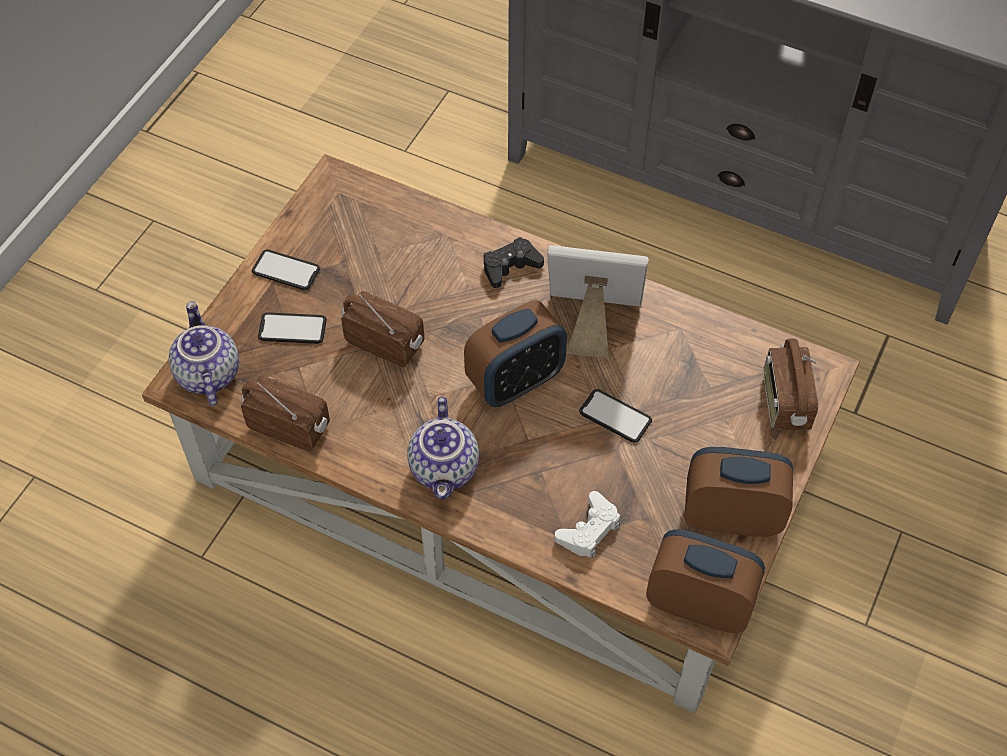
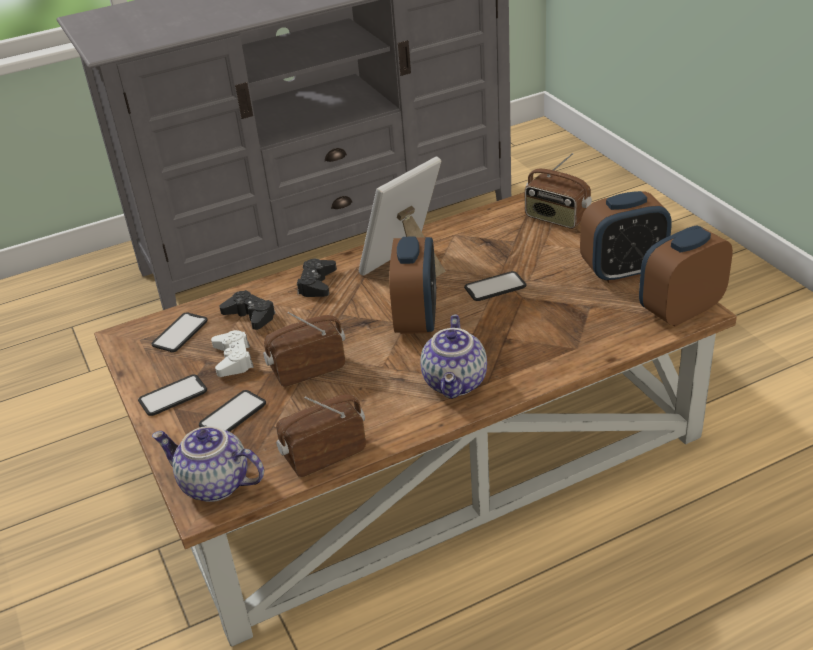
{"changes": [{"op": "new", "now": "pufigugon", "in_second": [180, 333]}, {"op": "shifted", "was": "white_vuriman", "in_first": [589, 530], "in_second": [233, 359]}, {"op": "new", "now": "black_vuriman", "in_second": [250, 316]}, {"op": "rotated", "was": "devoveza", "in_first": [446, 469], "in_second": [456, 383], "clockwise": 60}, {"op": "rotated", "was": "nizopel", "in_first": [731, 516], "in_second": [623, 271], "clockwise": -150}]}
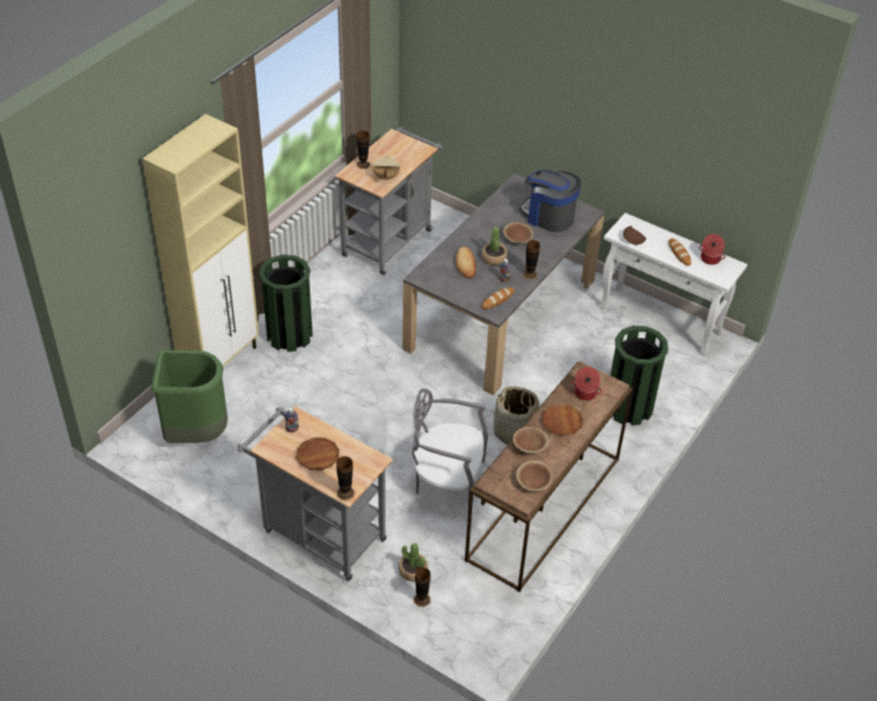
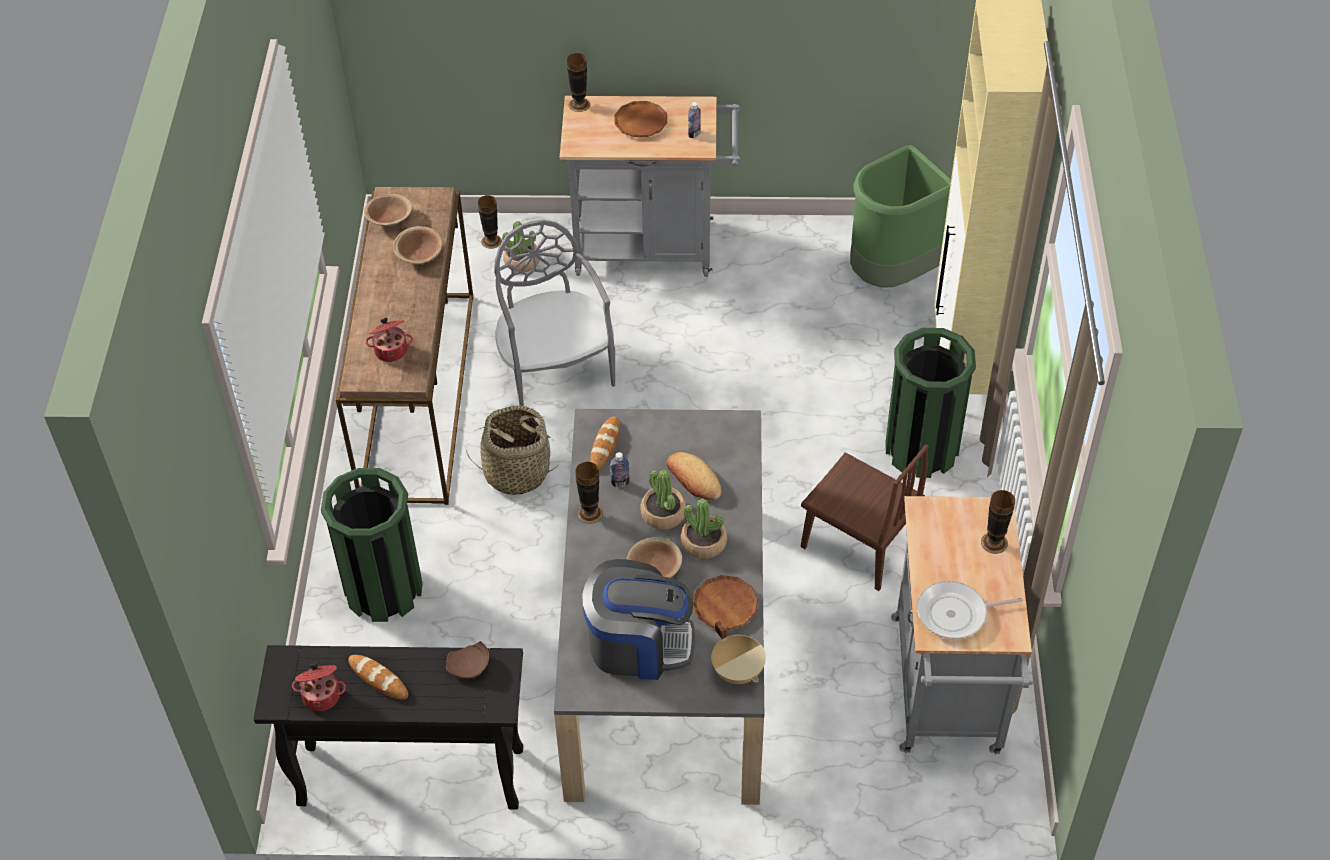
{"changes": [{"op": "repainted", "was": "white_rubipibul", "now": "black_rubipibul", "in_first": [661, 321], "in_second": [409, 777]}, {"op": "rotated", "was": "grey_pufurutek", "in_first": [448, 481], "in_second": [555, 369], "clockwise": -90}, {"op": "new", "now": "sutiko", "in_second": [704, 542]}, {"op": "shifted", "was": "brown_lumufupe", "in_first": [562, 422], "in_second": [725, 605]}, {"op": "shifted", "was": "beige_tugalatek", "in_first": [385, 177], "in_second": [738, 671]}, {"op": "new", "now": "brown_pufurutek", "in_second": [859, 544]}, {"op": "new", "now": "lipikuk", "in_second": [956, 614]}]}
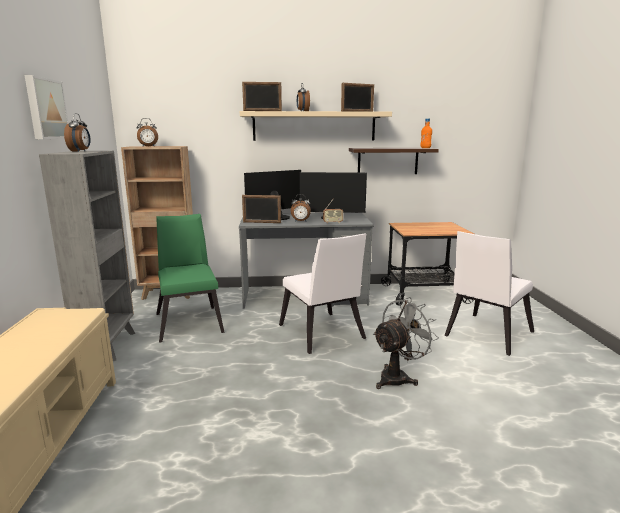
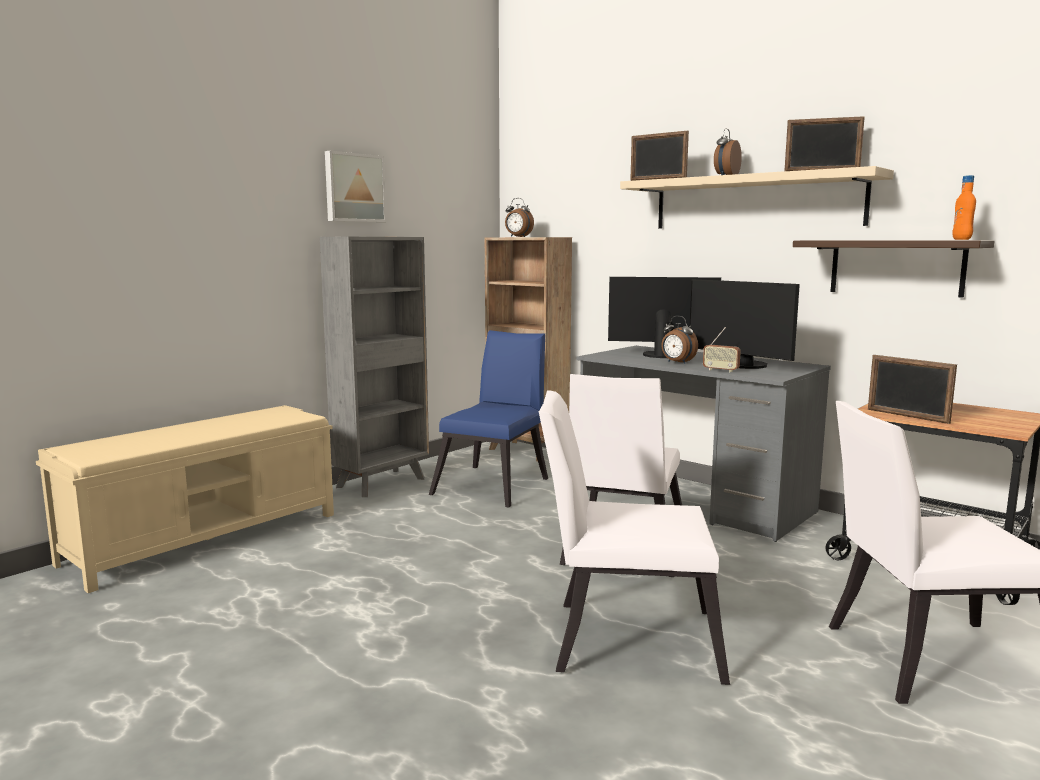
{"changes": [{"op": "repainted", "was": "green_pufurutek", "now": "blue_pufurutek", "in_first": [189, 321], "in_second": [496, 484]}, {"op": "swapped", "was": "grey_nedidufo", "now": "white_pufurutek", "in_first": [398, 377], "in_second": [624, 638]}, {"op": "shifted", "was": "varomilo", "in_first": [262, 222], "in_second": [907, 416]}, {"op": "gone", "was": "nizopel", "in_first": [80, 151]}]}
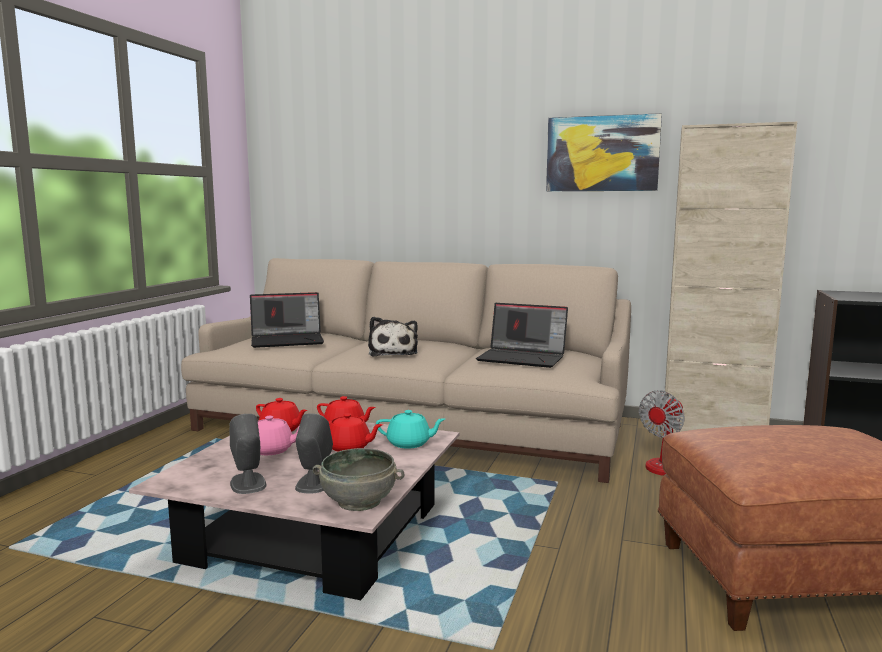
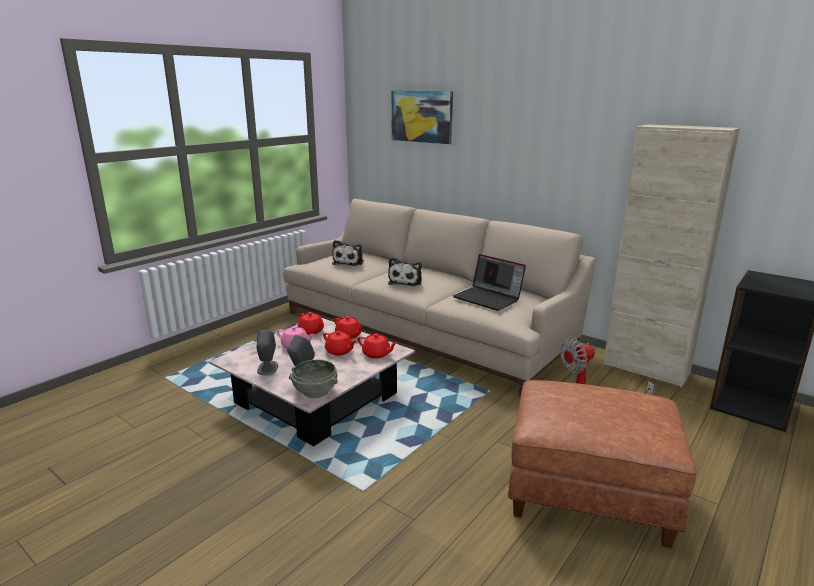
{"changes": [{"op": "swapped", "was": "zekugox", "now": "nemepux", "in_first": [288, 340], "in_second": [349, 262]}, {"op": "repainted", "was": "turquoise_devoveza", "now": "red_devoveza", "in_first": [409, 443], "in_second": [377, 354]}, {"op": "shifted", "was": "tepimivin", "in_first": [602, 154], "in_second": [422, 116]}]}
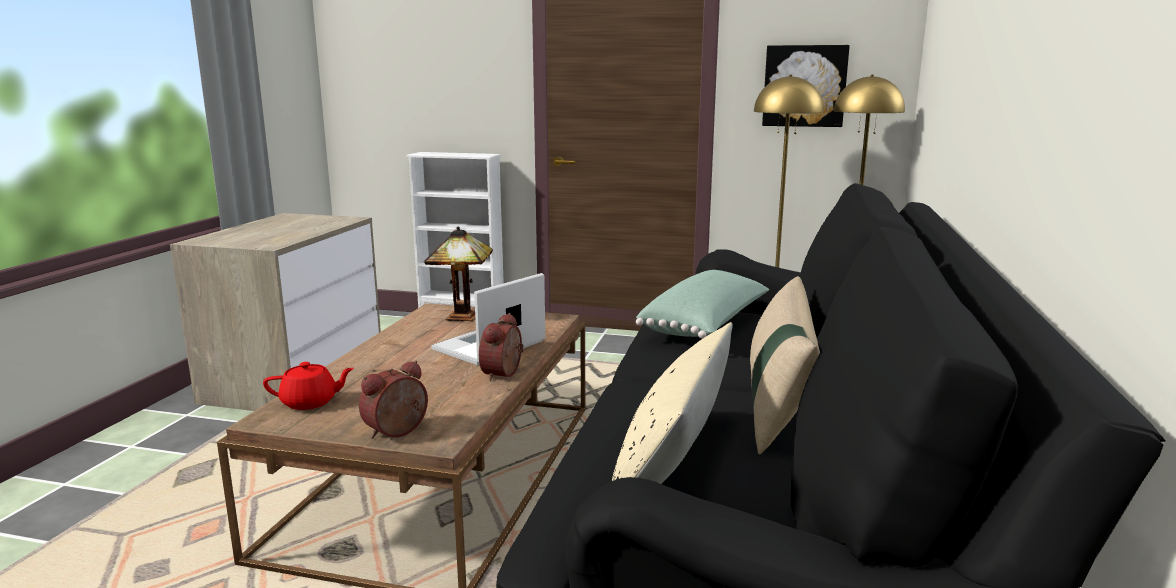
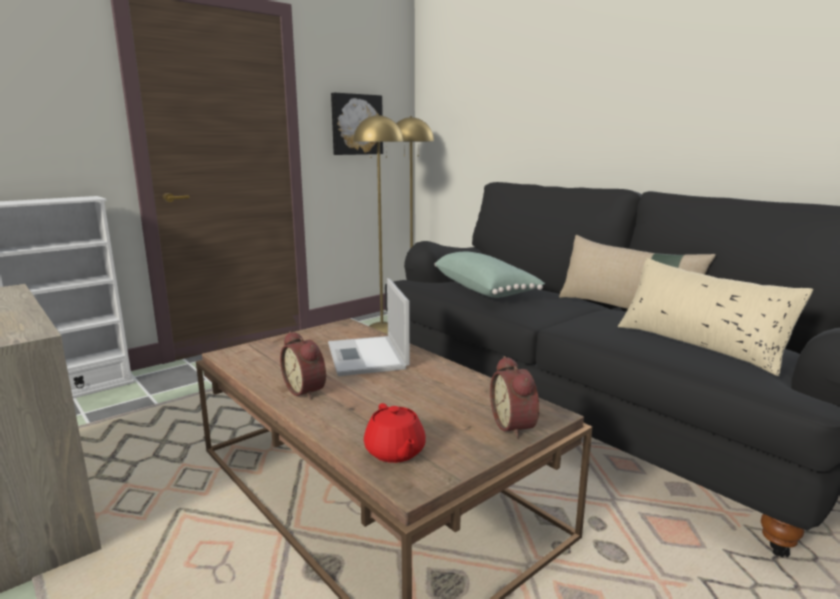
{"changes": [{"op": "shifted", "was": "nizopel", "in_first": [504, 374], "in_second": [307, 390]}, {"op": "rotated", "was": "red_devoveza", "in_first": [310, 402], "in_second": [395, 452], "clockwise": 135}, {"op": "gone", "was": "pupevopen", "in_first": [463, 317]}]}
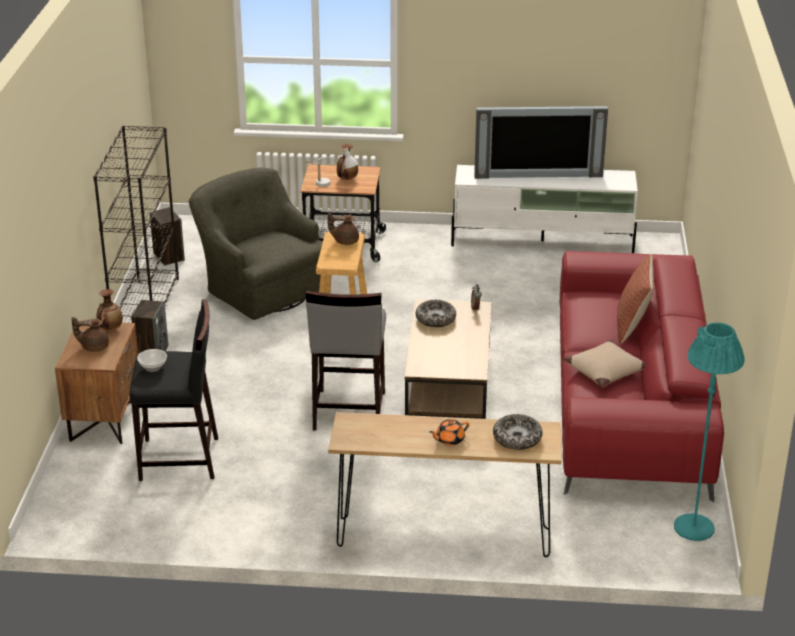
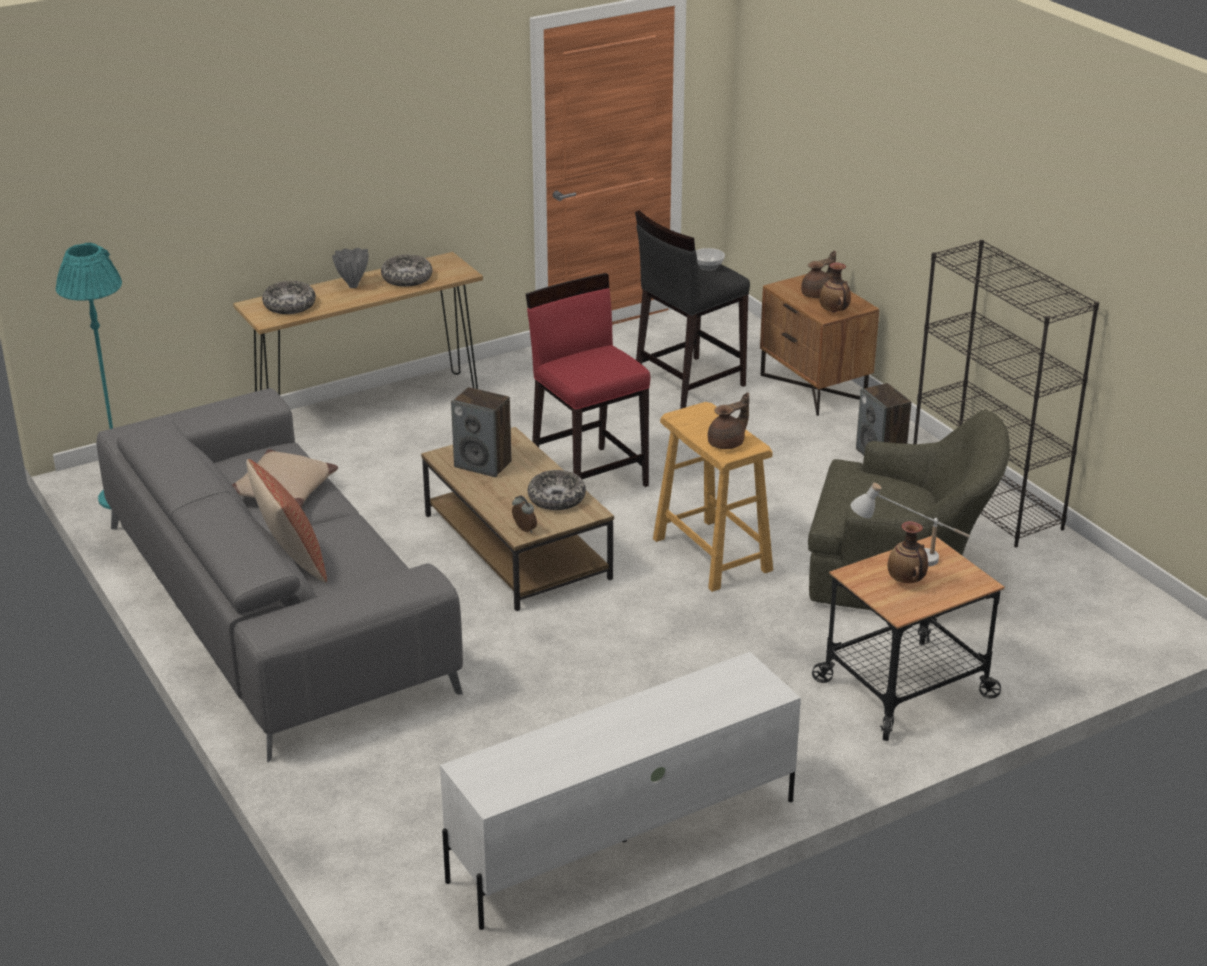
{"changes": [{"op": "repainted", "was": "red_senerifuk", "now": "grey_senerifuk", "in_first": [630, 401], "in_second": [275, 606]}, {"op": "swapped", "was": "orange_devoveza", "now": "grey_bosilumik", "in_first": [449, 440], "in_second": [352, 286]}, {"op": "new", "now": "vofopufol", "in_second": [407, 278]}, {"op": "shifted", "was": "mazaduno", "in_first": [168, 257], "in_second": [483, 464]}, {"op": "repainted", "was": "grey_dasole", "now": "red_dasole", "in_first": [348, 411], "in_second": [589, 476]}, {"op": "gone", "was": "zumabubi", "in_first": [538, 174]}]}
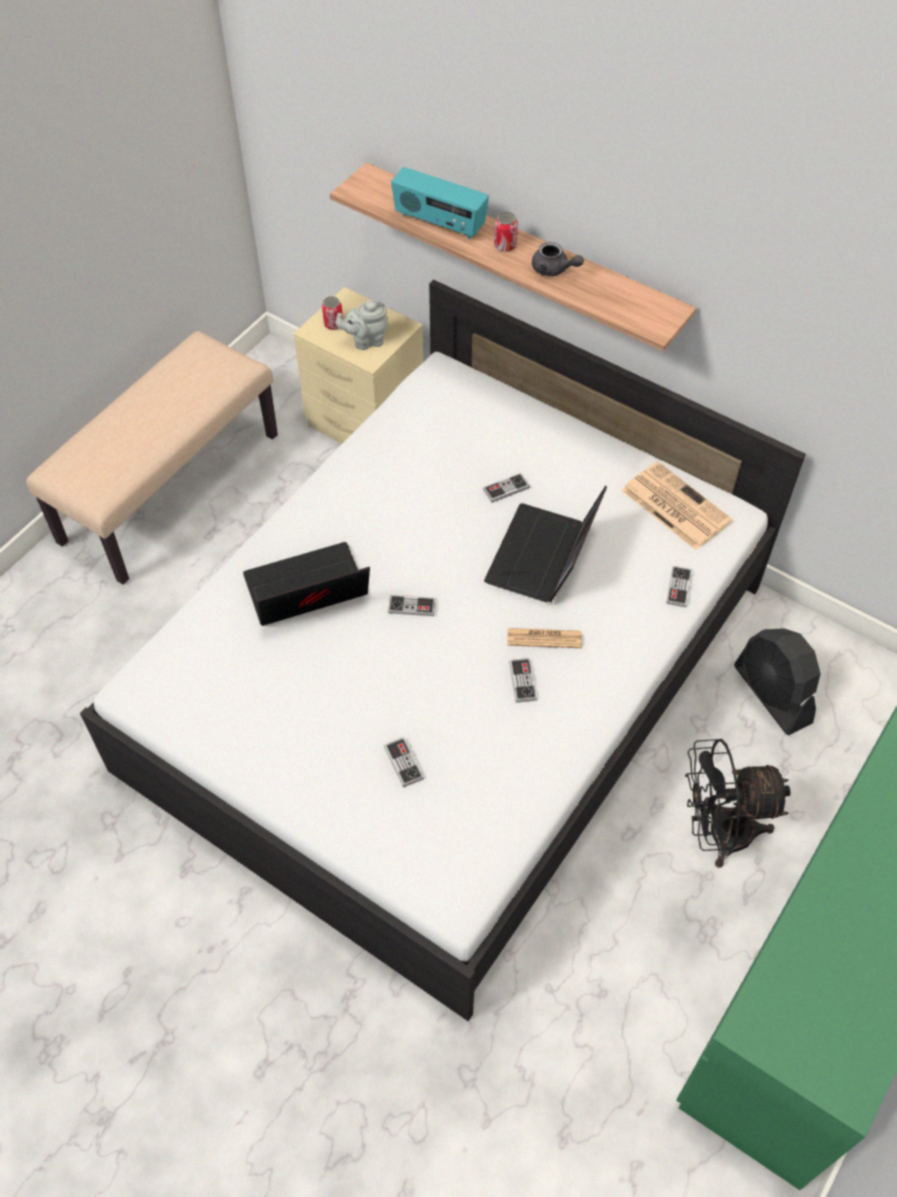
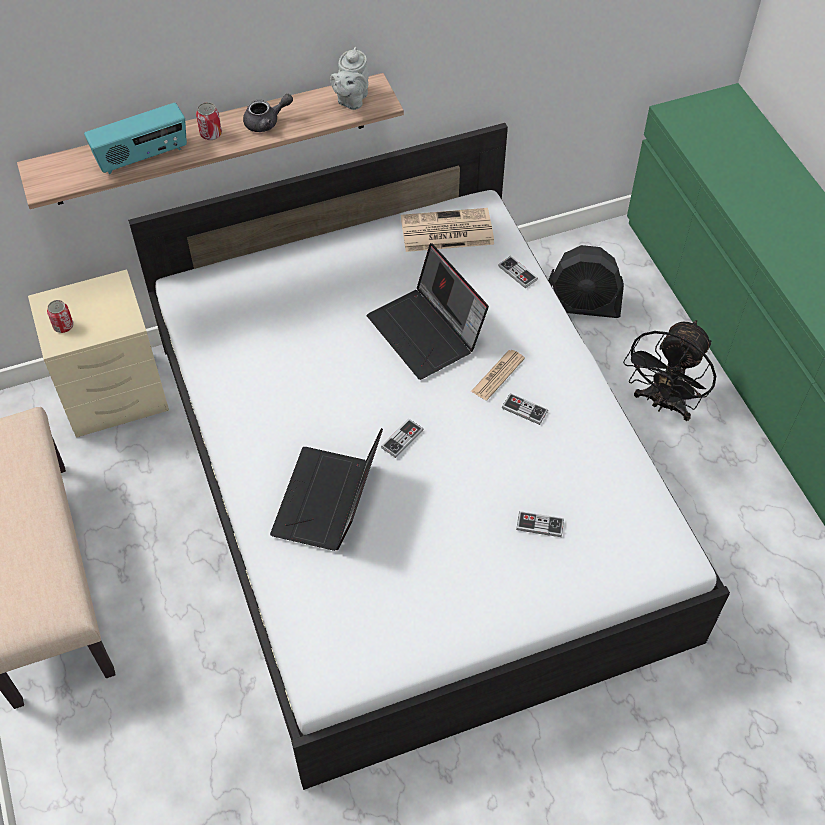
{"changes": [{"op": "shifted", "was": "grey_devoveza", "in_first": [366, 341], "in_second": [351, 100]}, {"op": "gone", "was": "vuriman", "in_first": [506, 489]}]}
